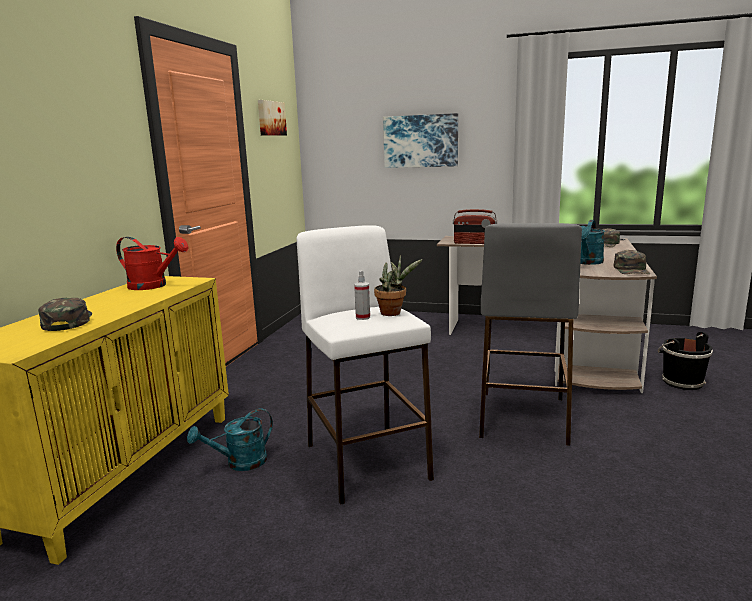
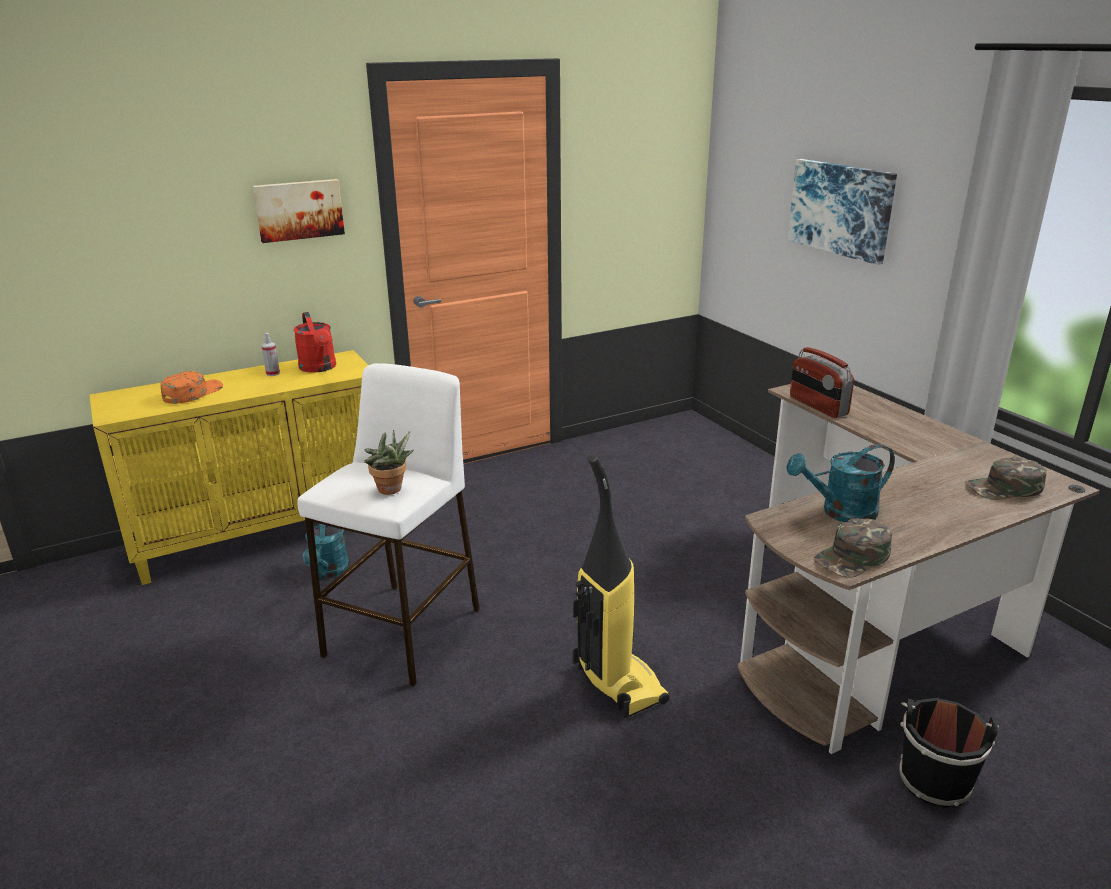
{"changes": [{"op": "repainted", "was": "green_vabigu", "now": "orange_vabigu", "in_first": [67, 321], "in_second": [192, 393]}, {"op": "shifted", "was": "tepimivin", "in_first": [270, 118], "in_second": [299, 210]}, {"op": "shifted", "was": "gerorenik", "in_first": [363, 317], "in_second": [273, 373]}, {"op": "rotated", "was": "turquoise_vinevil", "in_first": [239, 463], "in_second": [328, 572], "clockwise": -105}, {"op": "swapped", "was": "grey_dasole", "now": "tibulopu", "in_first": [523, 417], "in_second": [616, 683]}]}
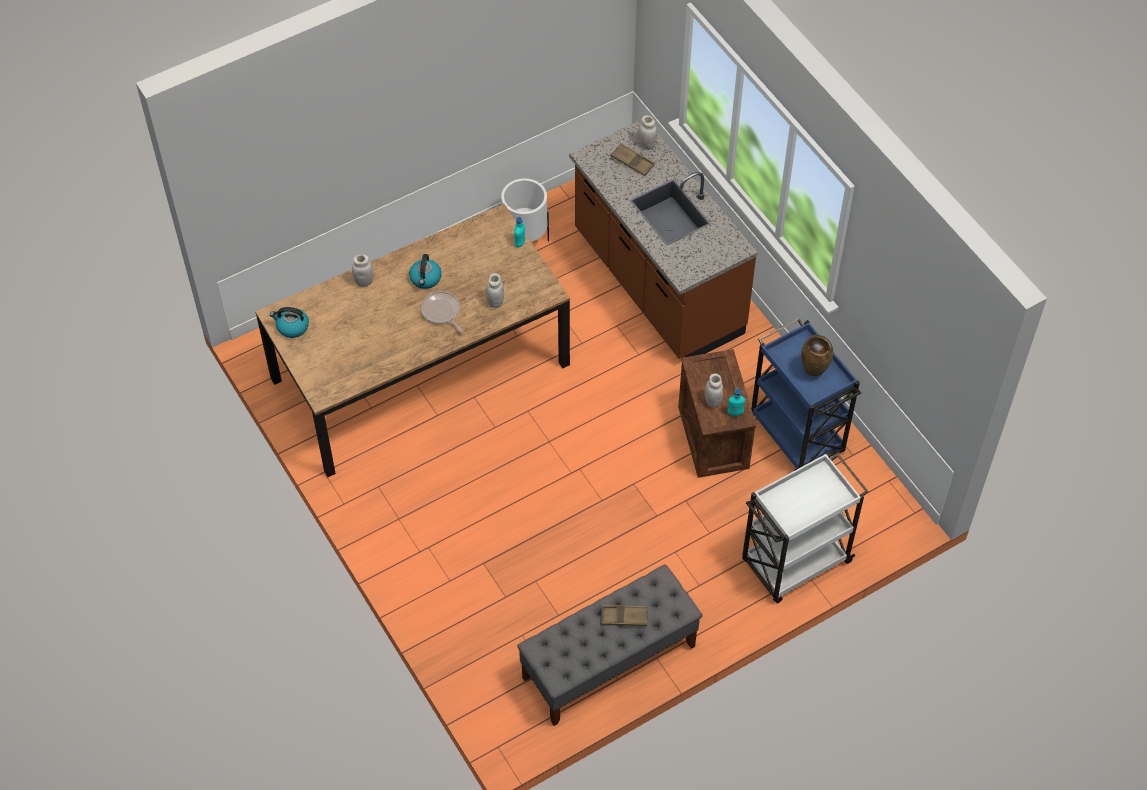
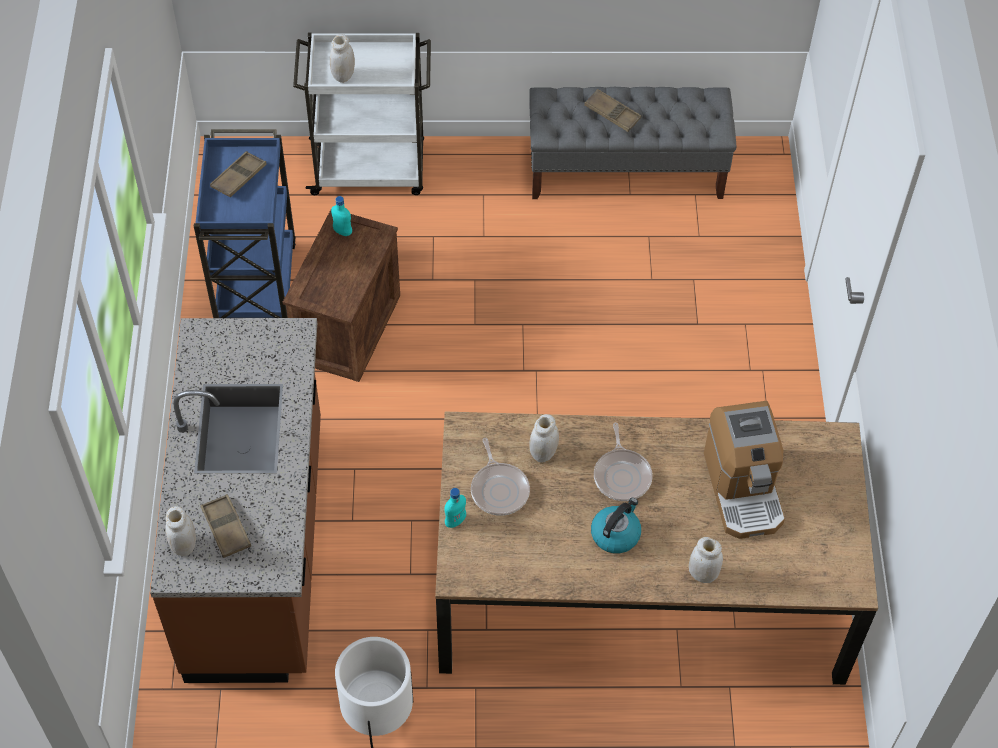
{"changes": [{"op": "swapped", "was": "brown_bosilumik", "now": "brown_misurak", "in_first": [814, 373], "in_second": [239, 177]}, {"op": "shifted", "was": "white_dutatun", "in_first": [713, 401], "in_second": [343, 75]}, {"op": "new", "now": "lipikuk", "in_second": [499, 489]}, {"op": "new", "now": "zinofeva", "in_second": [743, 489]}, {"op": "gone", "was": "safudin", "in_first": [292, 327]}]}
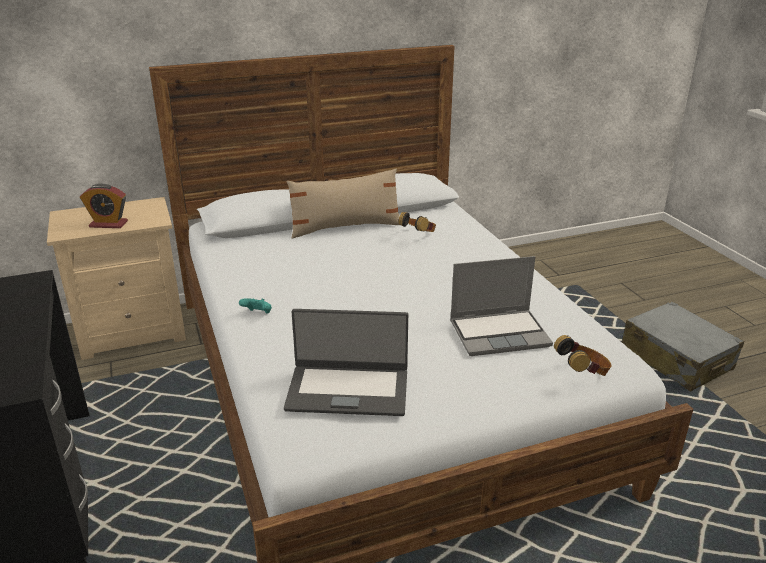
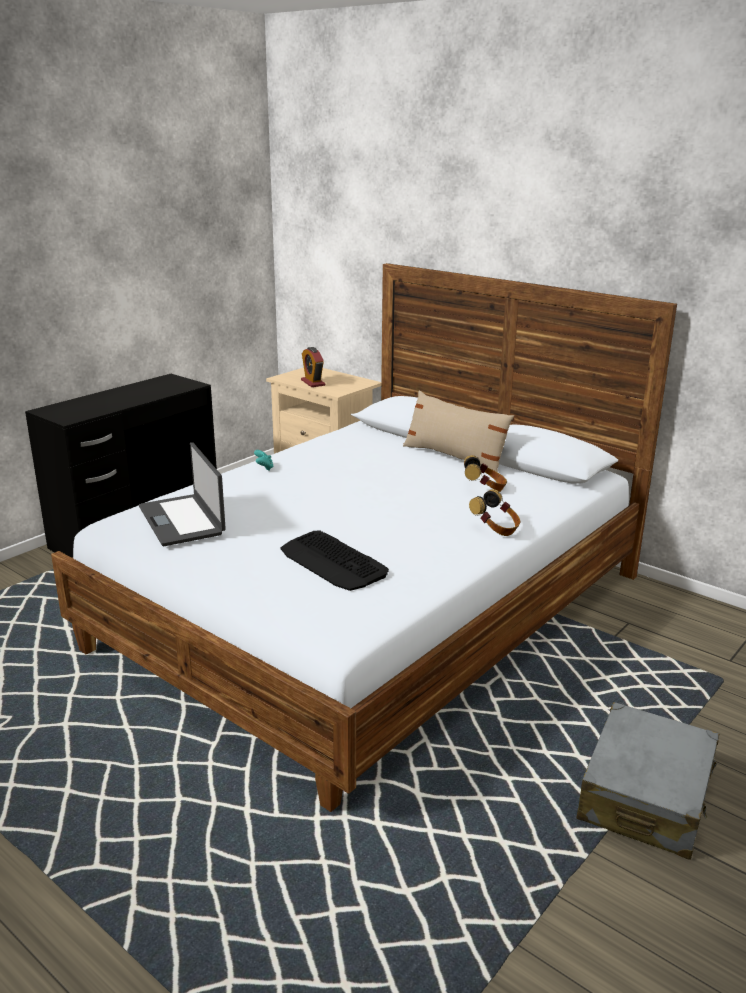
{"changes": [{"op": "swapped", "was": "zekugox", "now": "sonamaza", "in_first": [500, 333], "in_second": [333, 562]}, {"op": "shifted", "was": "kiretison", "in_first": [582, 373], "in_second": [496, 529]}]}
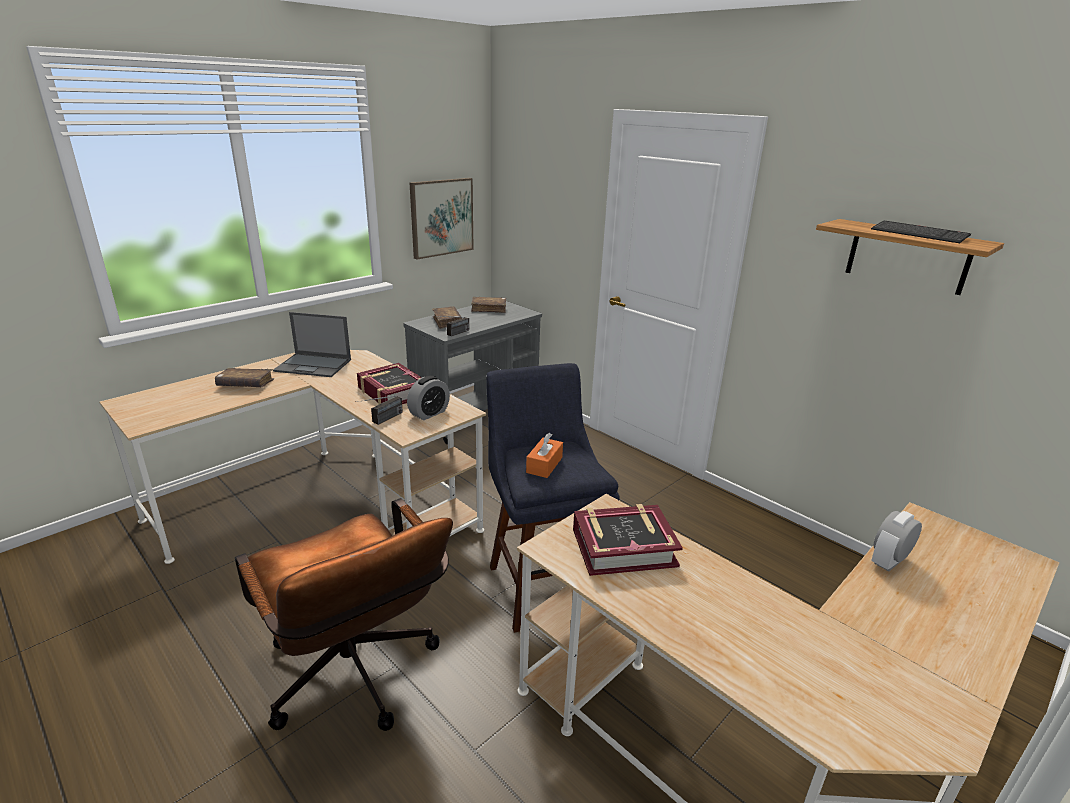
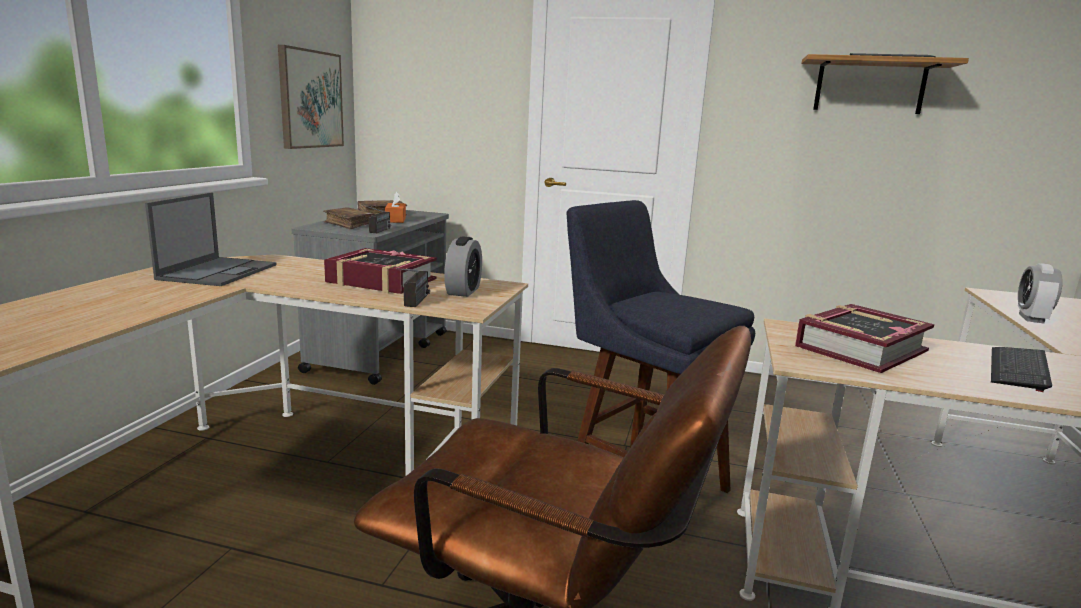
{"changes": [{"op": "rotated", "was": "zekugox", "in_first": [314, 365], "in_second": [219, 272], "clockwise": -60}, {"op": "shifted", "was": "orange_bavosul", "in_first": [544, 465], "in_second": [395, 220]}, {"op": "new", "now": "sonamaza", "in_second": [1018, 369]}, {"op": "gone", "was": "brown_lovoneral", "in_first": [245, 384]}]}
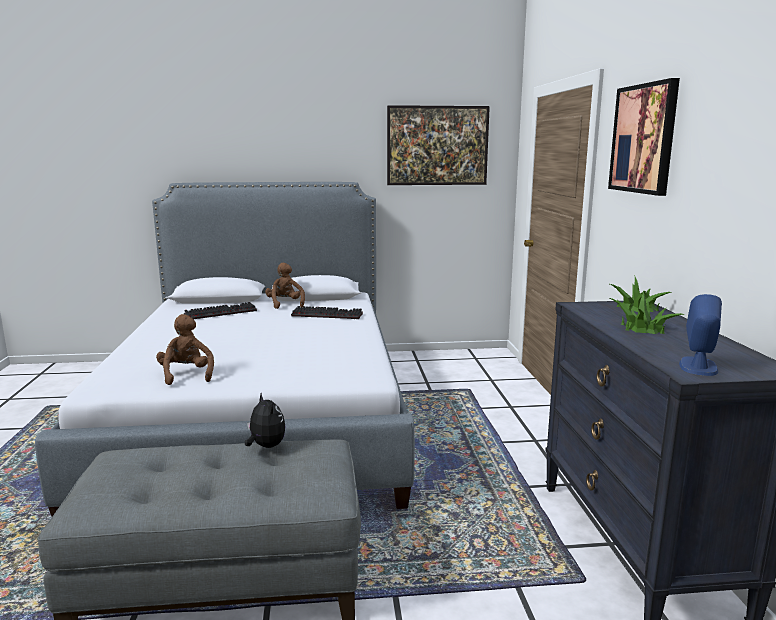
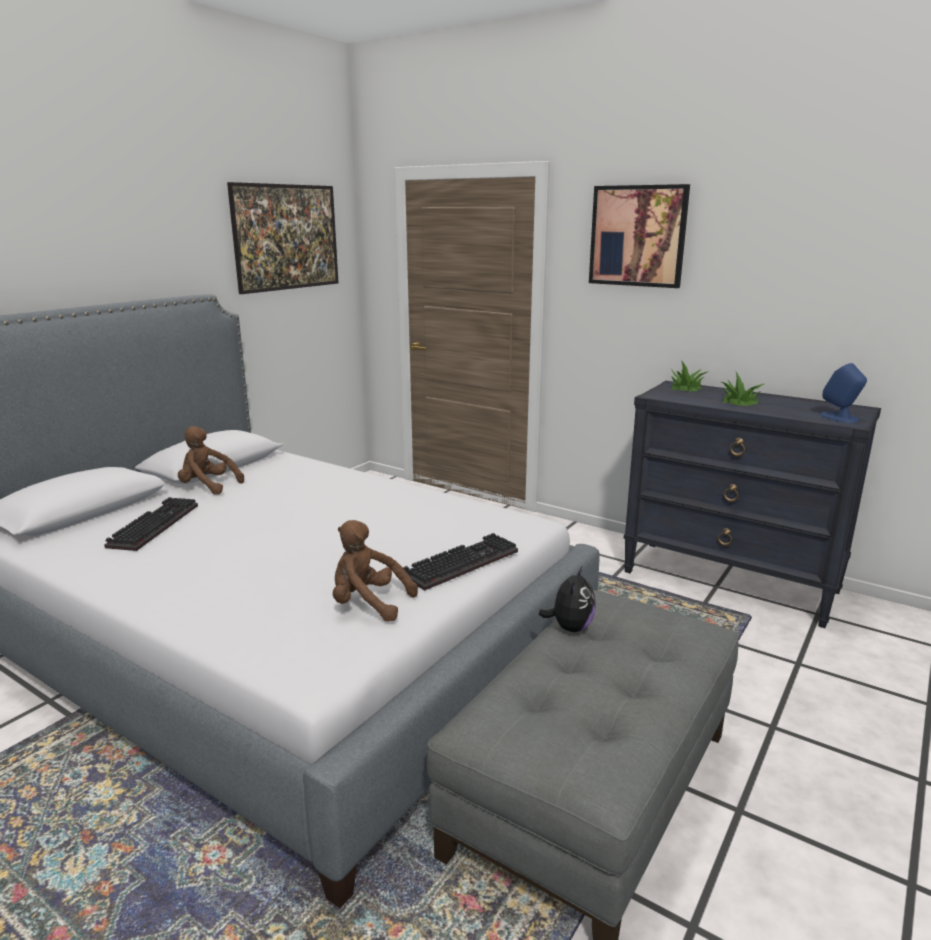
{"changes": [{"op": "shifted", "was": "sonamaza", "in_first": [328, 314], "in_second": [461, 562]}, {"op": "rotated", "was": "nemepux", "in_first": [265, 446], "in_second": [570, 628], "clockwise": 105}]}
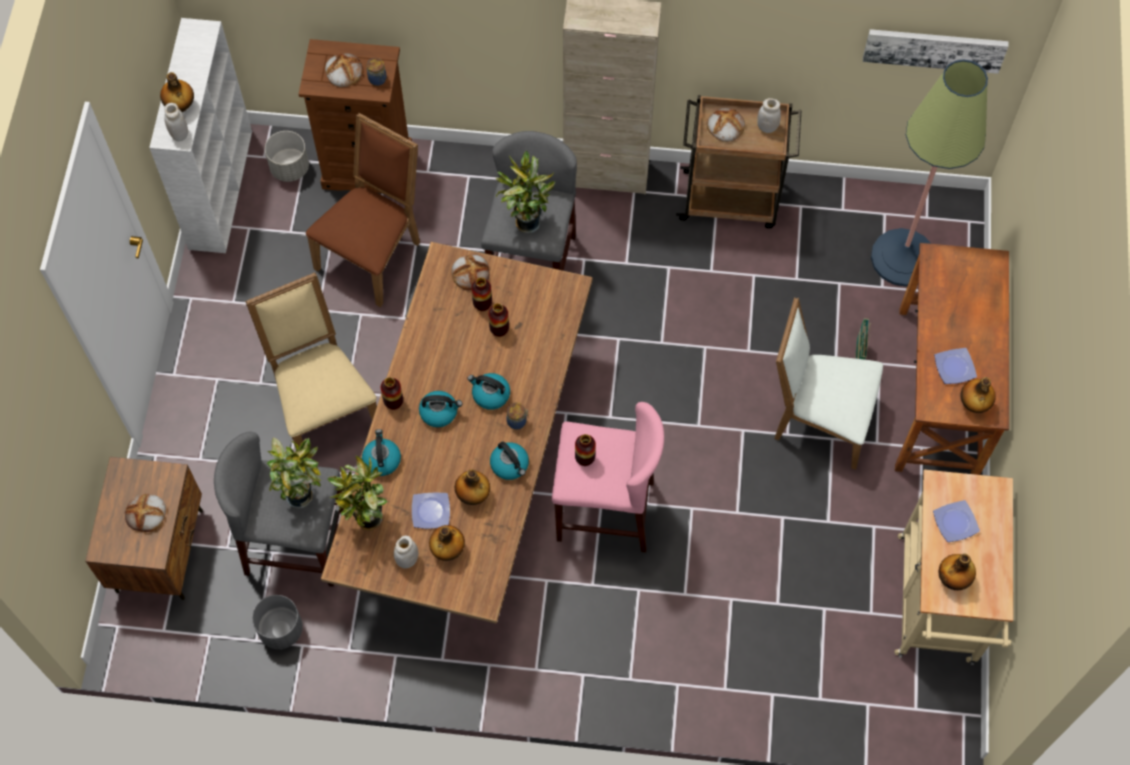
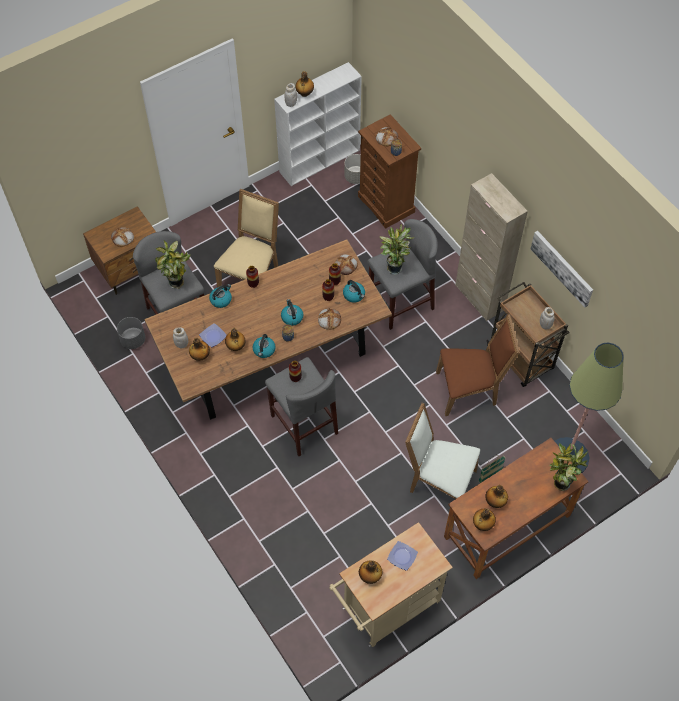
{"changes": [{"op": "repainted", "was": "pink_dasole", "now": "grey_dasole", "in_first": [605, 511], "in_second": [304, 424]}, {"op": "shifted", "was": "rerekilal", "in_first": [725, 126], "in_second": [329, 319]}, {"op": "shifted", "was": "safudin", "in_first": [439, 412], "in_second": [354, 295]}, {"op": "rotated", "was": "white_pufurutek", "in_first": [817, 419], "in_second": [439, 481], "clockwise": -45}, {"op": "shifted", "was": "brown_pufurutek", "in_first": [374, 253], "in_second": [470, 390]}, {"op": "swapped", "was": "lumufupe", "now": "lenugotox", "in_first": [955, 368], "in_second": [495, 502]}, {"op": "shifted", "was": "tepimivin", "in_first": [934, 48], "in_second": [562, 267]}, {"op": "shifted", "was": "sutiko", "in_first": [366, 520], "in_second": [559, 483]}]}
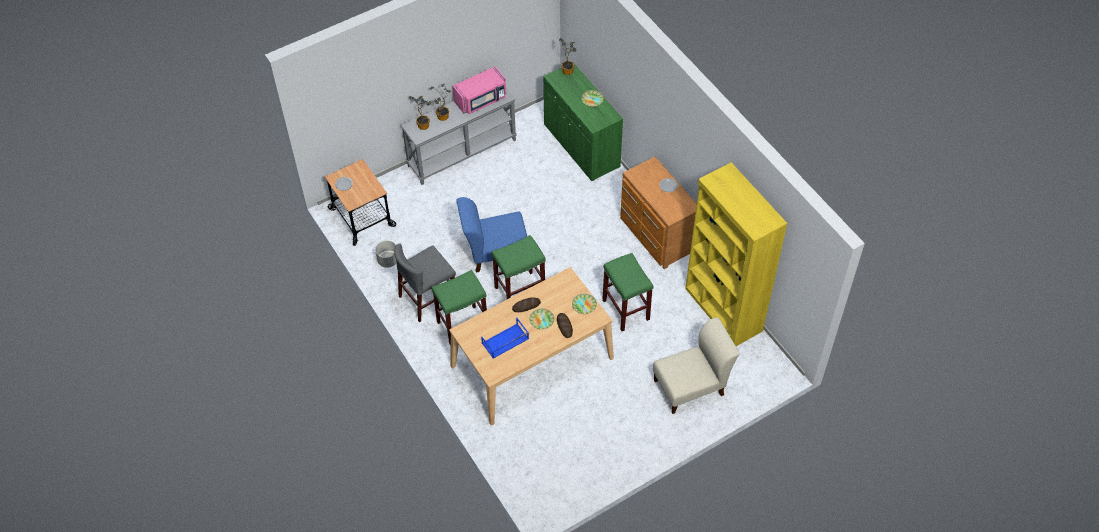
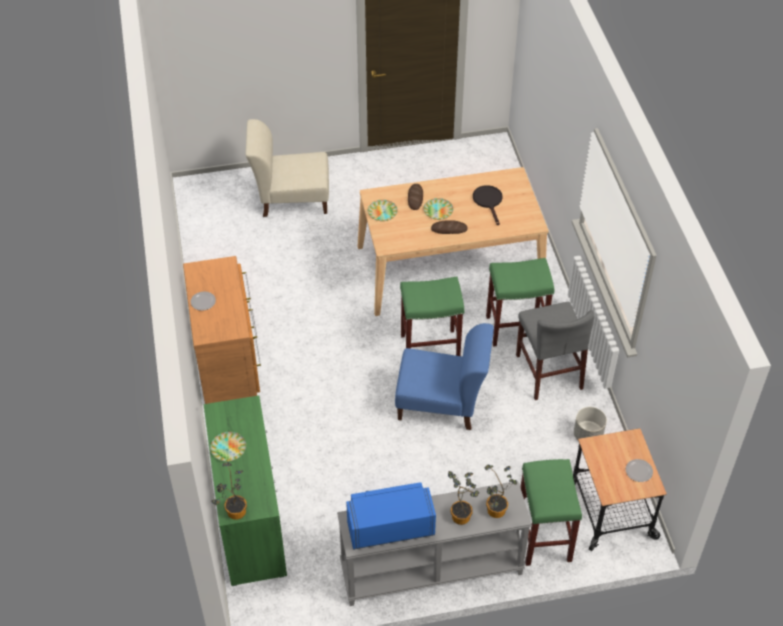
{"changes": [{"op": "repainted", "was": "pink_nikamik", "now": "blue_nikamik", "in_first": [481, 100], "in_second": [390, 527]}, {"op": "swapped", "was": "blue_misurak", "now": "black_lipikuk", "in_first": [505, 341], "in_second": [488, 201]}, {"op": "rotated", "was": "grey_pufurutek", "in_first": [427, 298], "in_second": [548, 372], "clockwise": 90}, {"op": "shifted", "was": "green_dasole", "in_first": [626, 310], "in_second": [543, 536]}, {"op": "gone", "was": "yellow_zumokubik", "in_first": [723, 310]}]}
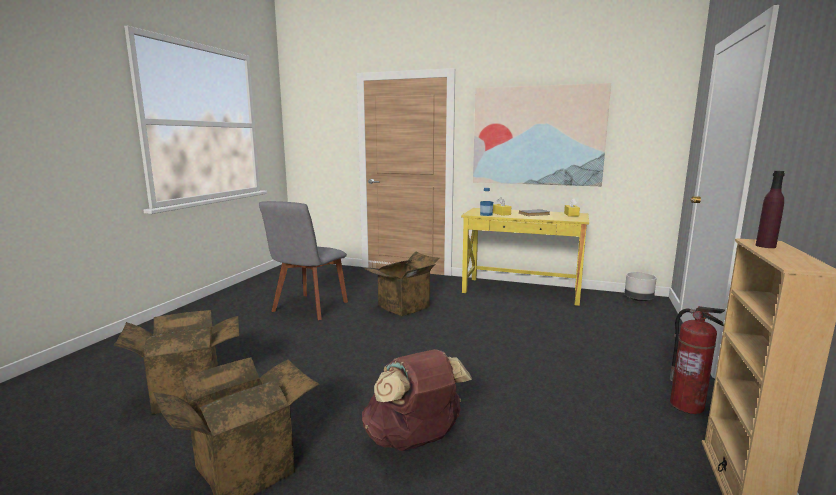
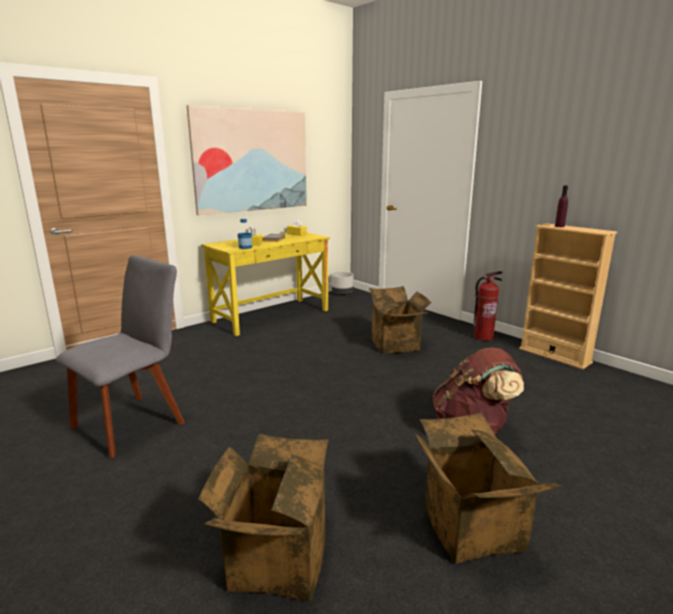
{"changes": [{"op": "rotated", "was": "grey_pufurutek", "in_first": [308, 308], "in_second": [133, 422], "clockwise": -105}, {"op": "shifted", "was": "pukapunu", "in_first": [404, 307], "in_second": [397, 344]}]}
